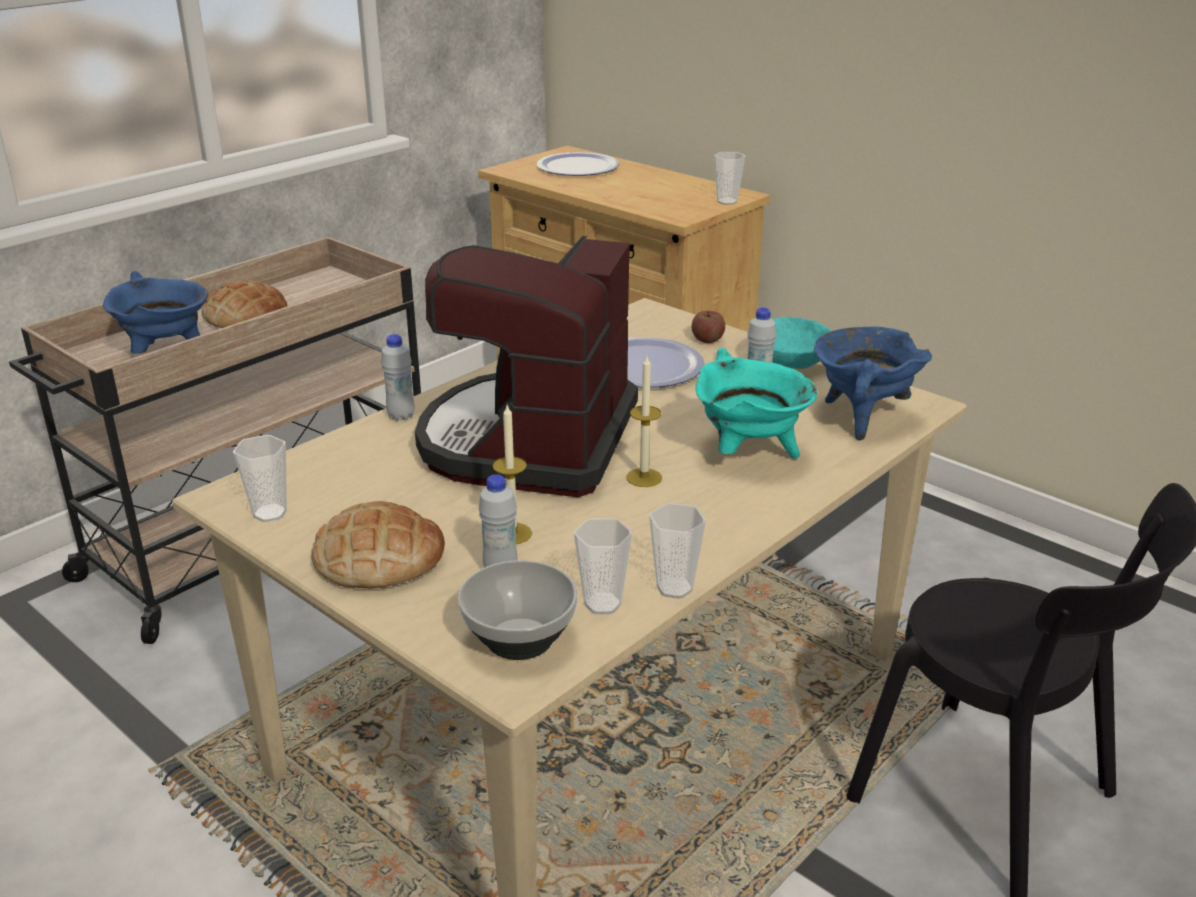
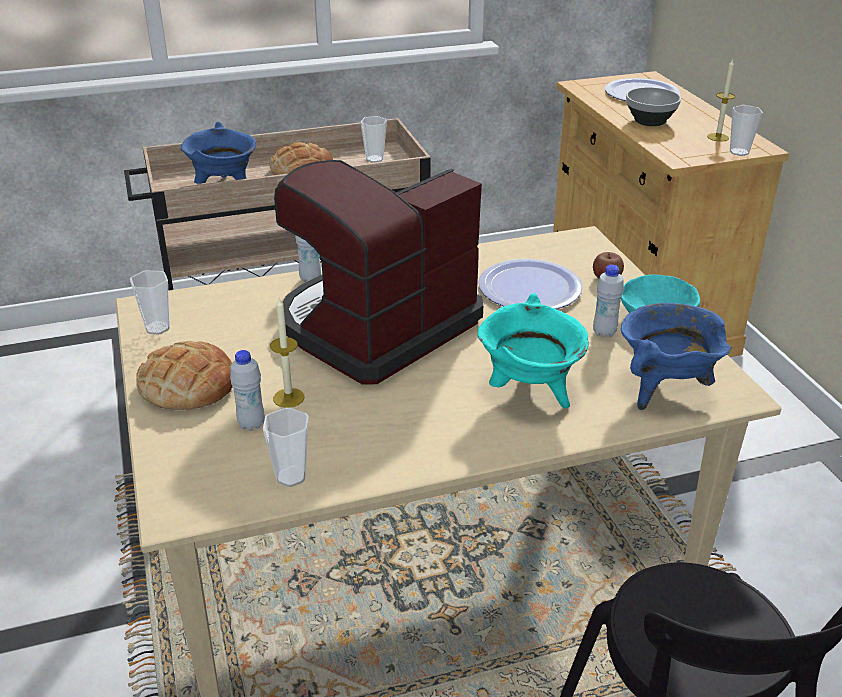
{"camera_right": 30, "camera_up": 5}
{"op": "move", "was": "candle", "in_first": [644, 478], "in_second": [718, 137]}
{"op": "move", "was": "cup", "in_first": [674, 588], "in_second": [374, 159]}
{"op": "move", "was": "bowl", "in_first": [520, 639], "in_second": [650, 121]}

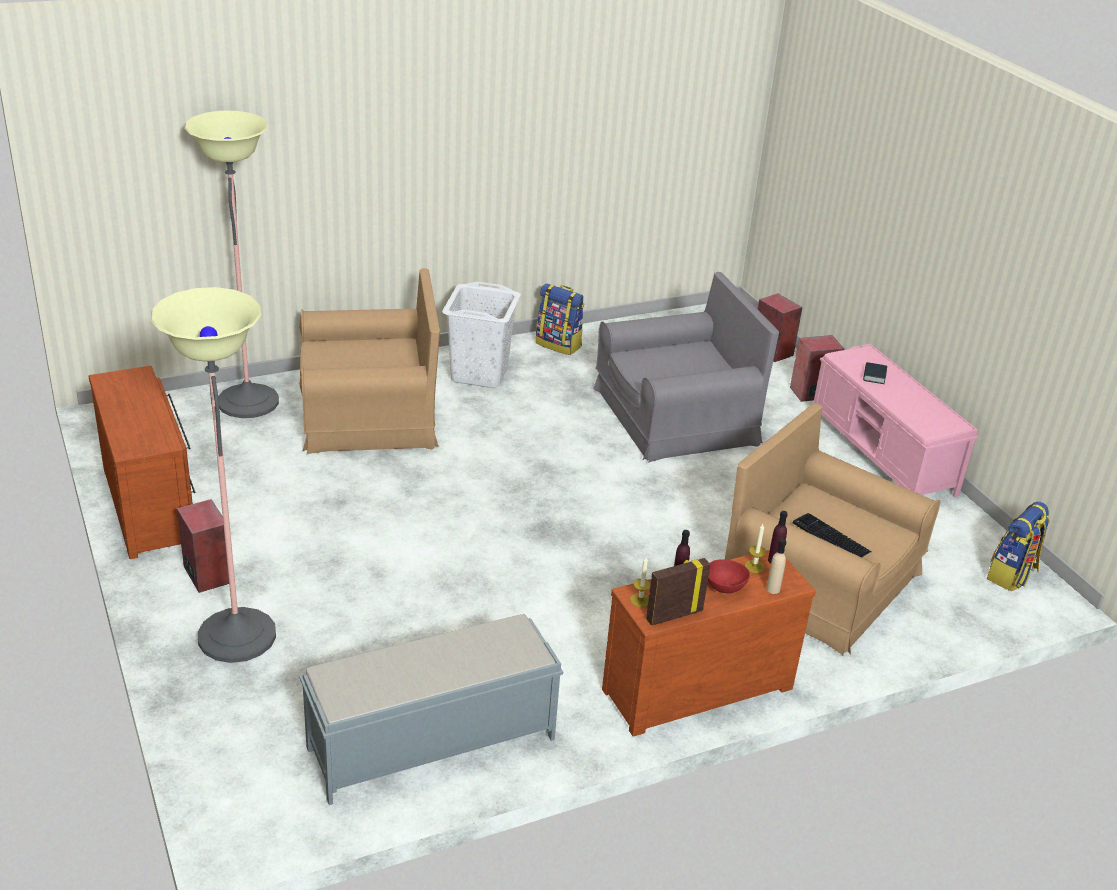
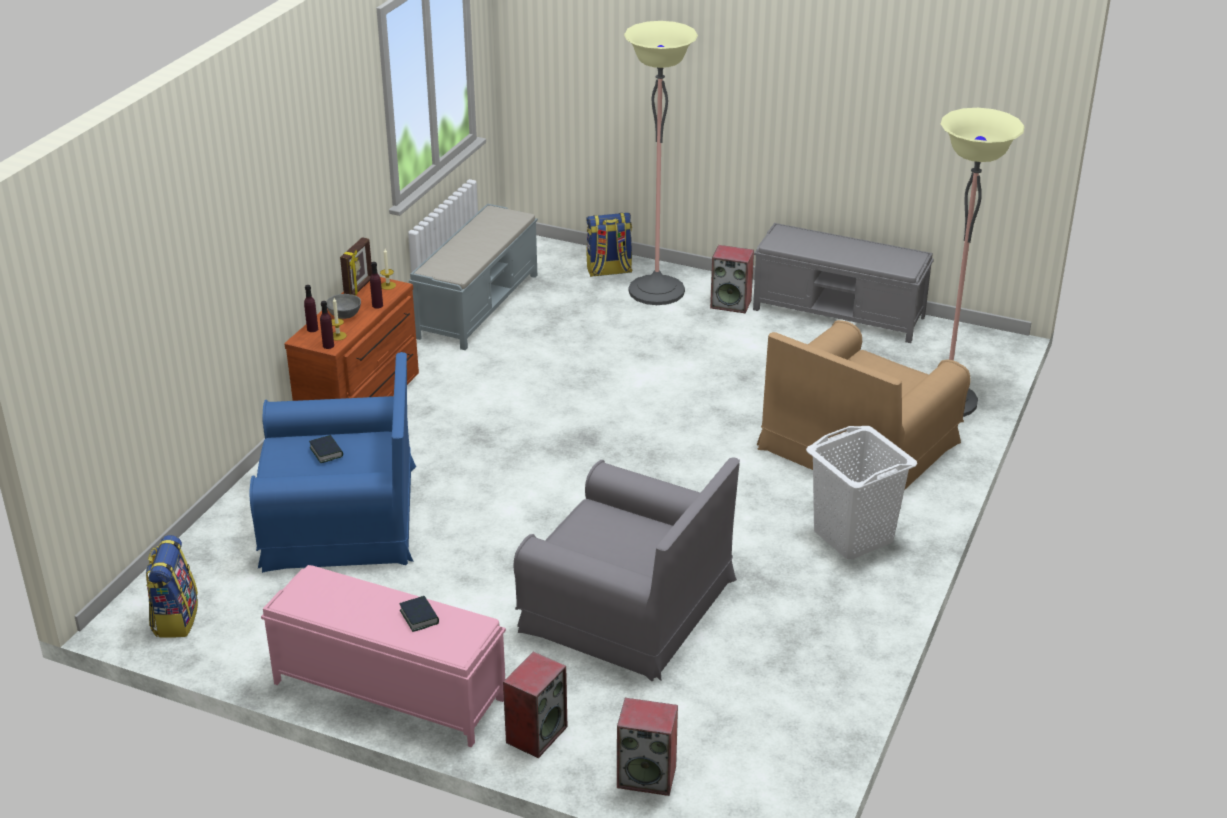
{"camera_right": 140, "camera_up": 0}
{"op": "rotate", "was": "grey armchair", "in_first": [675, 416], "in_second": [628, 605], "clockwise": -90}
{"op": "move", "was": "backpack", "in_first": [559, 344], "in_second": [609, 271]}
{"op": "replace", "was": "brown dresser", "now": "grey bench", "in_first": [151, 505], "in_second": [840, 313]}
{"op": "recolor", "was": "brown armchair", "now": "blue armchair", "in_first": [819, 581], "in_second": [340, 517]}
{"op": "replace", "was": "keyboard", "now": "book", "in_first": [831, 538], "in_second": [326, 452]}
{"op": "recolor", "was": "beige bottle", "now": "purple bottle", "in_first": [773, 589], "in_second": [312, 329]}
{"op": "recolor", "was": "red bowl", "now": "grey bowl", "in_first": [725, 588], "in_second": [344, 315]}

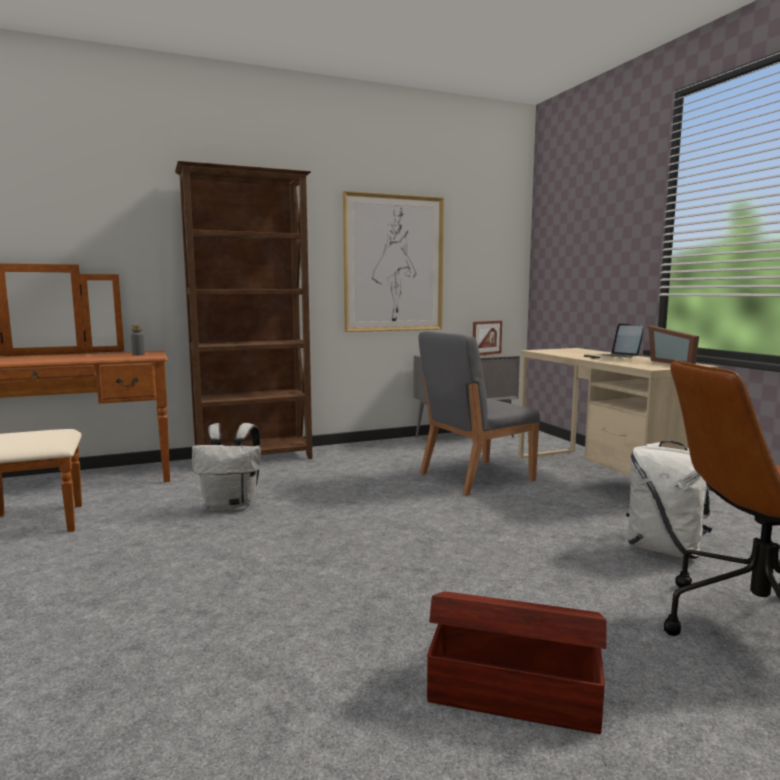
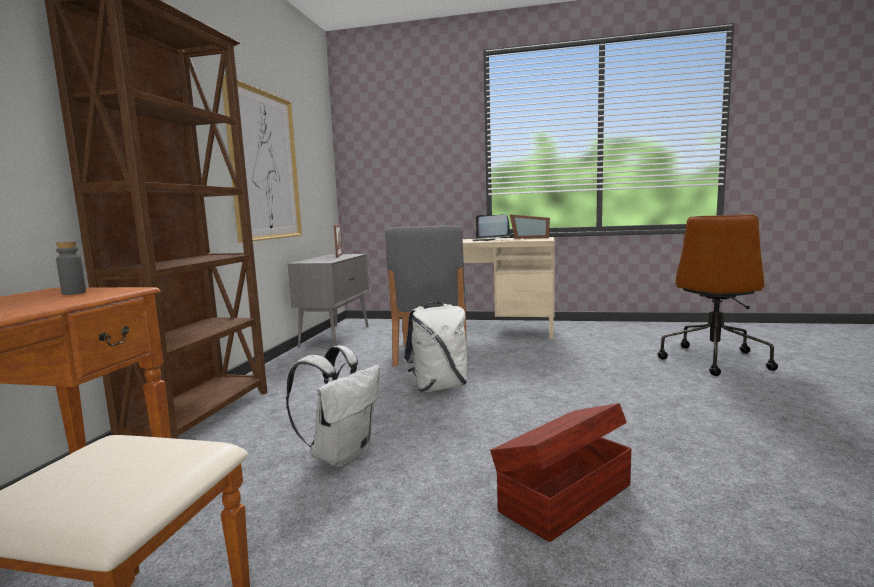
{"camera_right": -55, "camera_up": 0}
{"op": "move", "was": "white backpack", "in_first": [664, 549], "in_second": [438, 387]}
{"op": "move", "was": "brown storage box", "in_first": [512, 690], "in_second": [563, 497]}

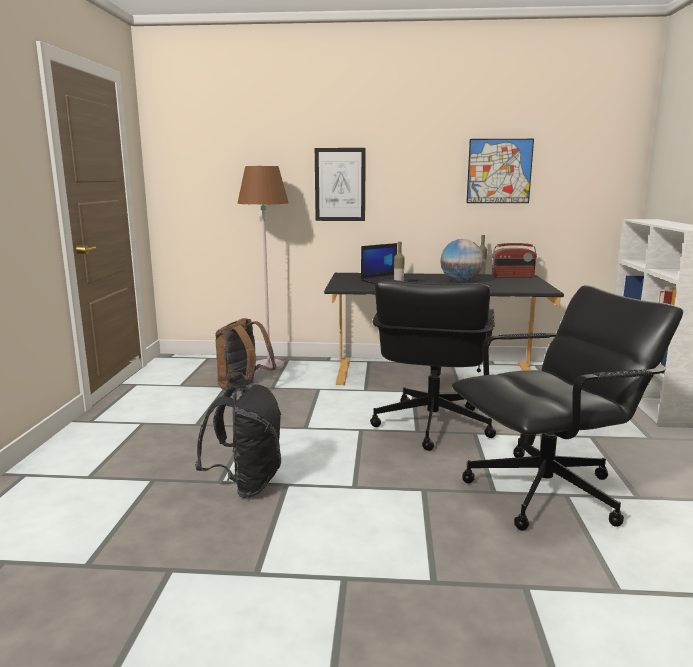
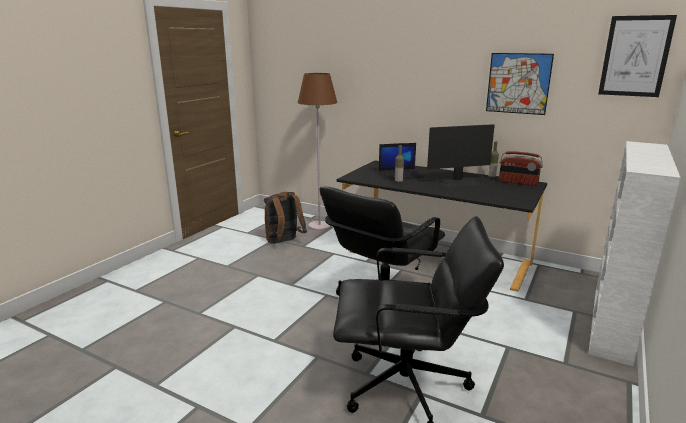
{"camera_right": 25, "camera_up": 5}
{"op": "move", "was": "picture", "in_first": [340, 184], "in_second": [635, 56]}
{"op": "replace", "was": "globe", "now": "monitor", "in_first": [460, 281], "in_second": [460, 182]}
{"op": "delete", "was": "black backpack", "in_first": [246, 484]}

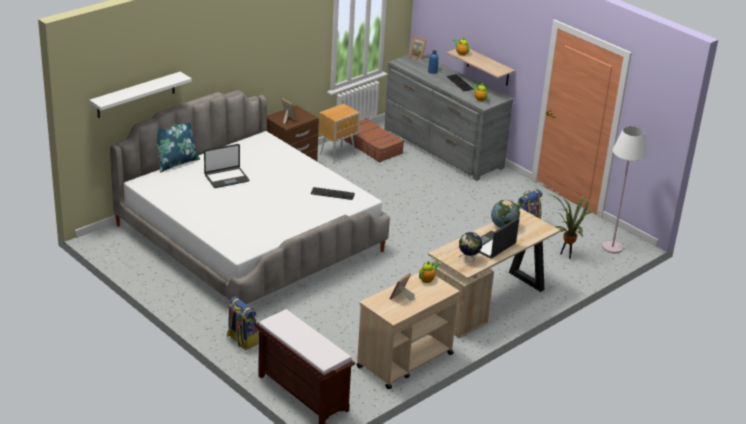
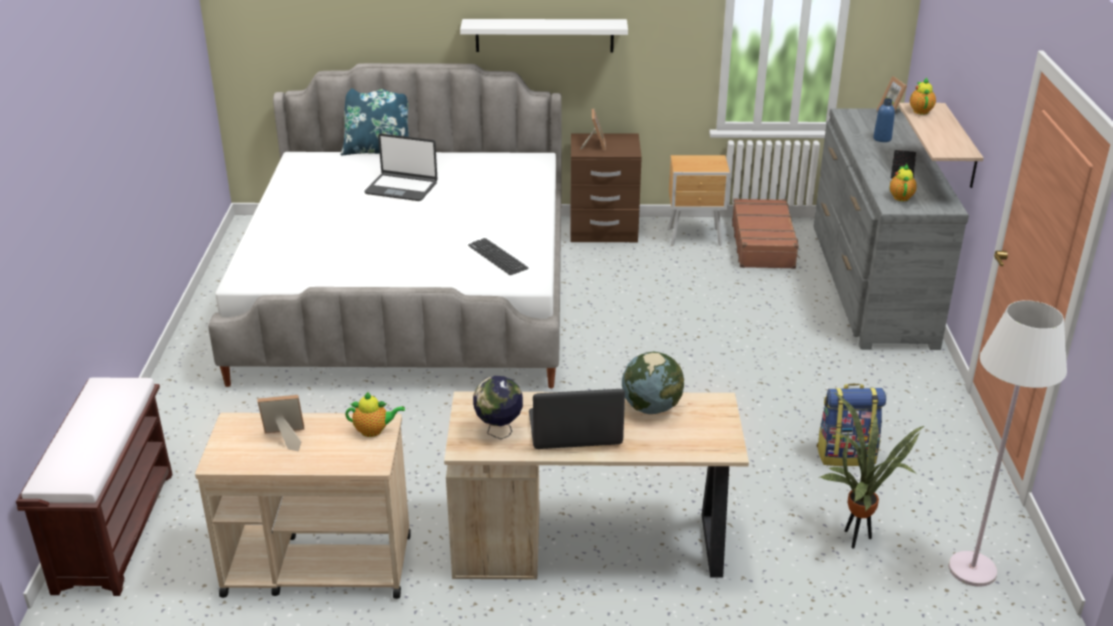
{"camera_right": 45, "camera_up": 0}
{"op": "move", "was": "white shelf", "in_first": [136, 95], "in_second": [544, 35]}
{"op": "delete", "was": "backpack", "in_first": [241, 340]}

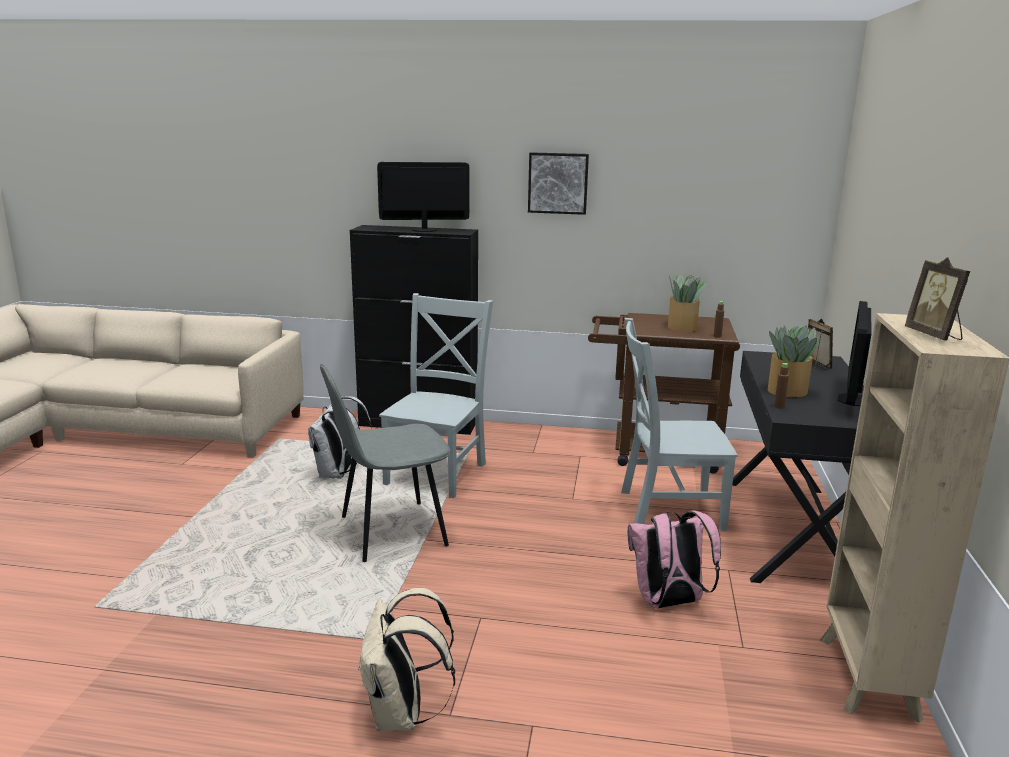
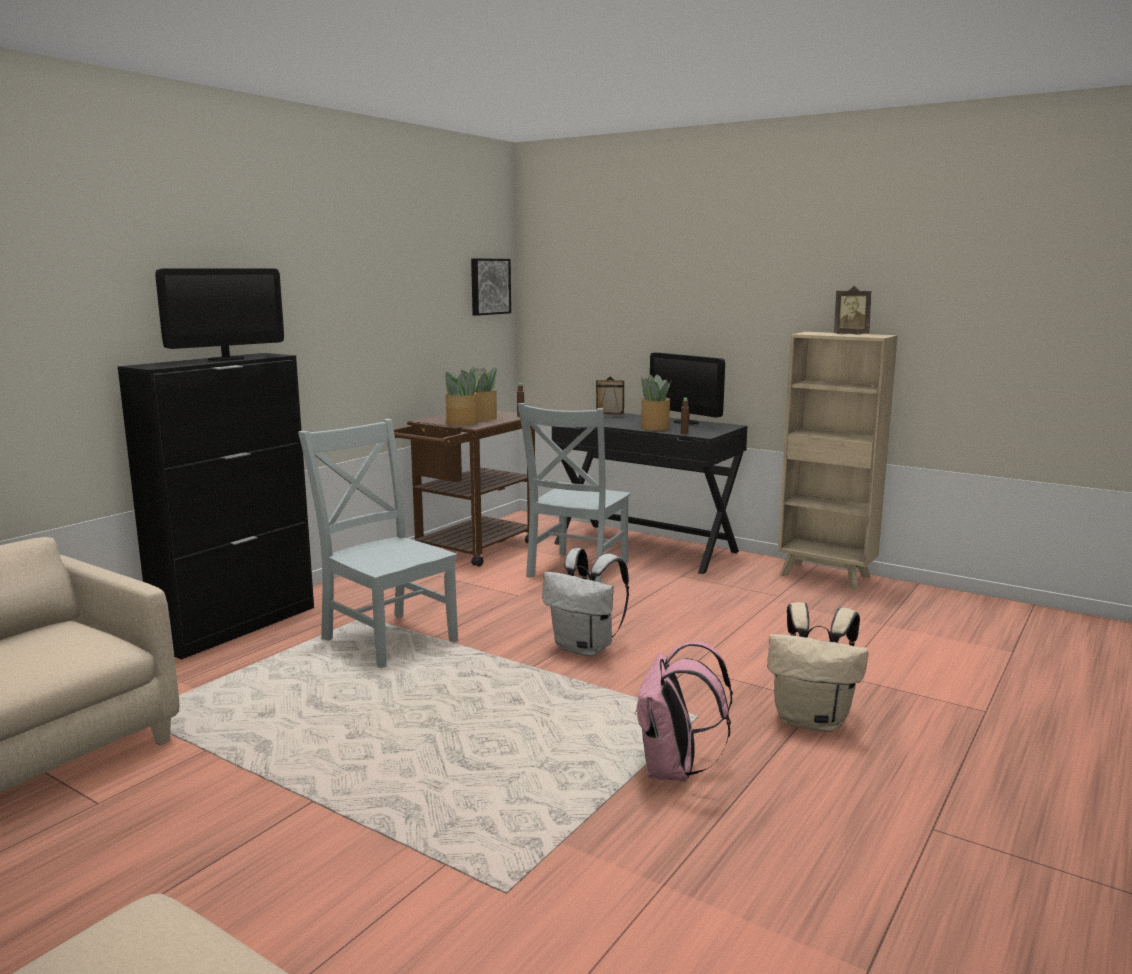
{"camera_right": -65, "camera_up": -5}
{"op": "move", "was": "picture", "in_first": [558, 183], "in_second": [489, 286]}
{"op": "rotate", "was": "monitor", "in_first": [424, 230], "in_second": [226, 358], "clockwise": -150}
{"op": "delete", "was": "grey chair", "in_first": [390, 532]}
{"op": "move", "was": "white backpack", "in_first": [337, 474], "in_second": [586, 648]}
{"op": "move", "was": "pink backpack", "in_first": [668, 603], "in_second": [674, 771]}
{"op": "insert", "now": "potted plant", "in_second": [463, 422]}

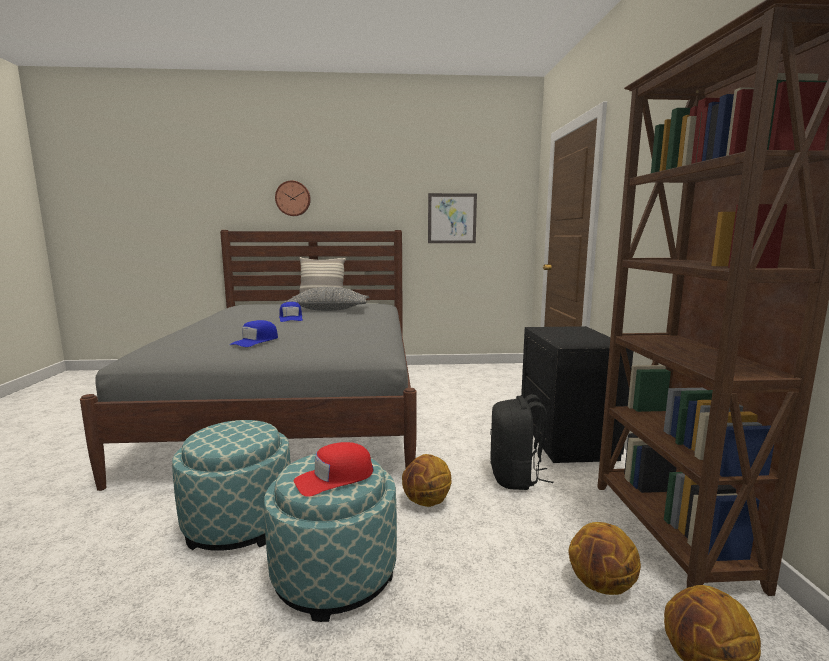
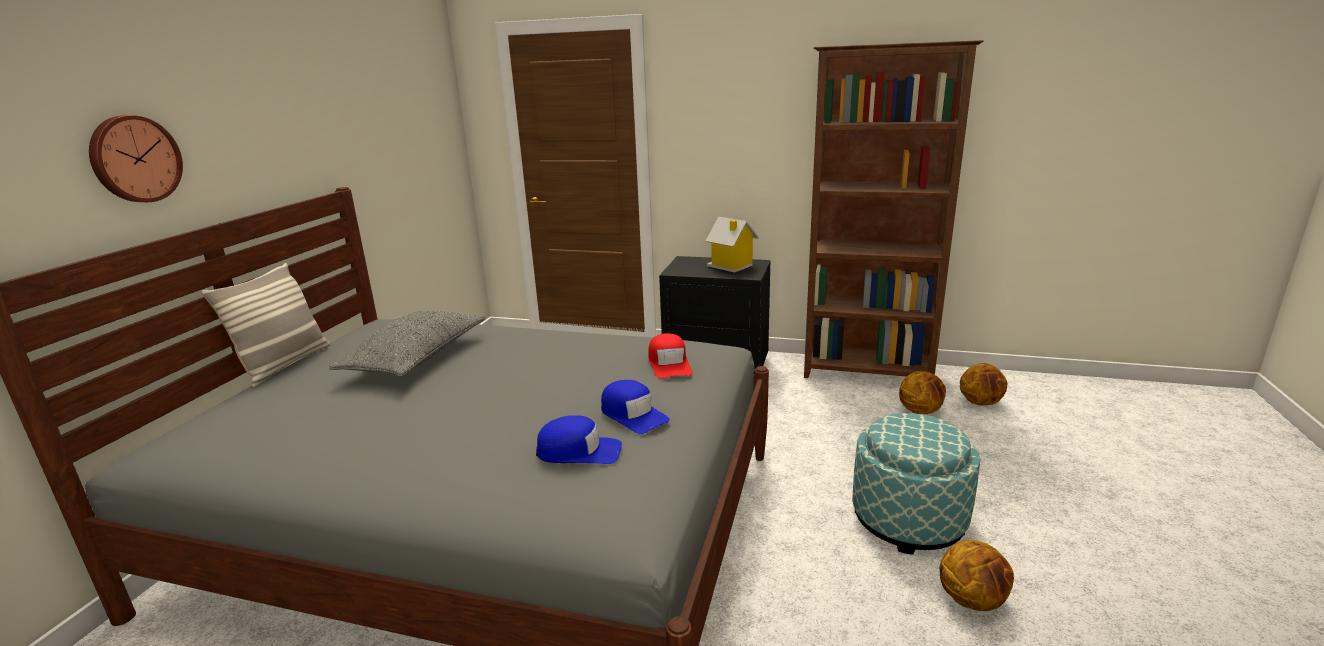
{"camera_right": -70, "camera_up": 10}
{"op": "delete", "was": "picture", "in_first": [452, 218]}
{"op": "move", "was": "blue cap", "in_first": [291, 318], "in_second": [579, 451]}
{"op": "delete", "was": "black backpack", "in_first": [515, 477]}
{"op": "delete", "was": "ottoman", "in_first": [239, 522]}
{"op": "move", "was": "red cap", "in_first": [334, 478], "in_second": [669, 364]}
{"op": "move", "was": "basketball", "in_first": [426, 502], "in_second": [973, 600]}
{"op": "insert", "now": "toy house", "in_second": [731, 266]}

